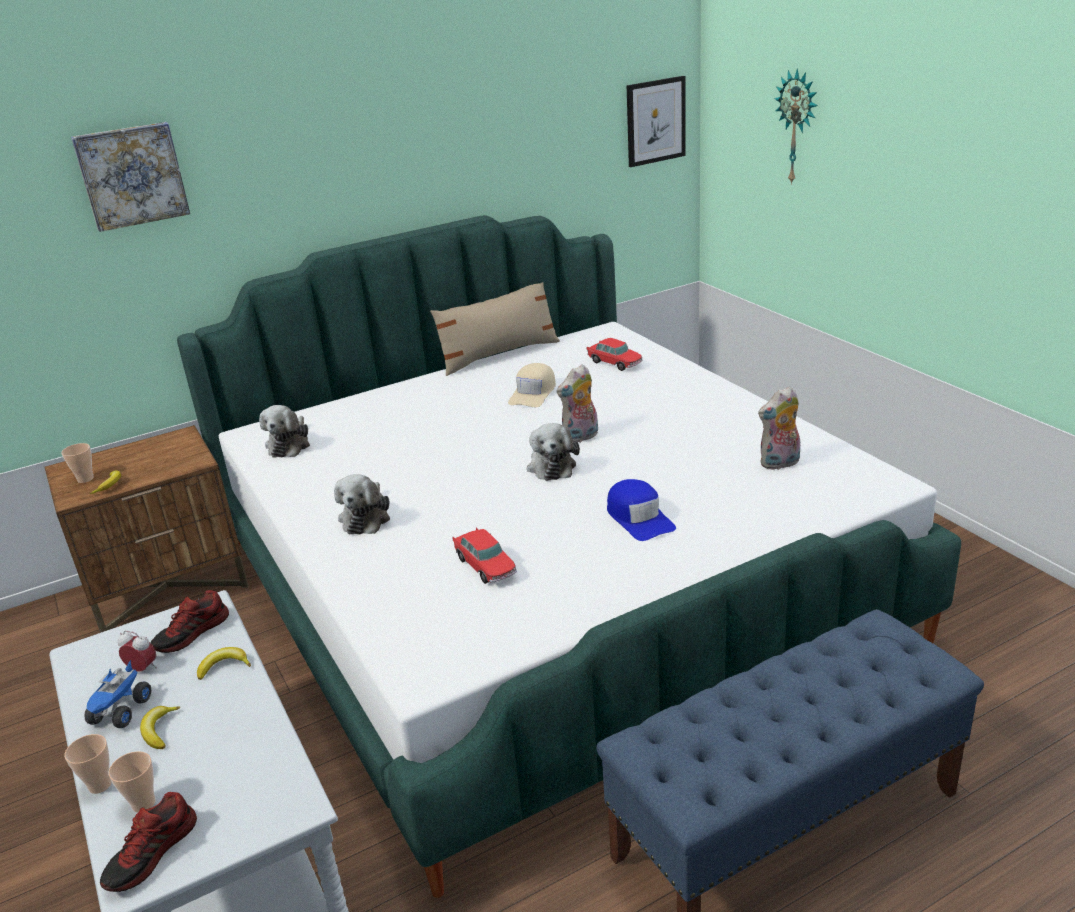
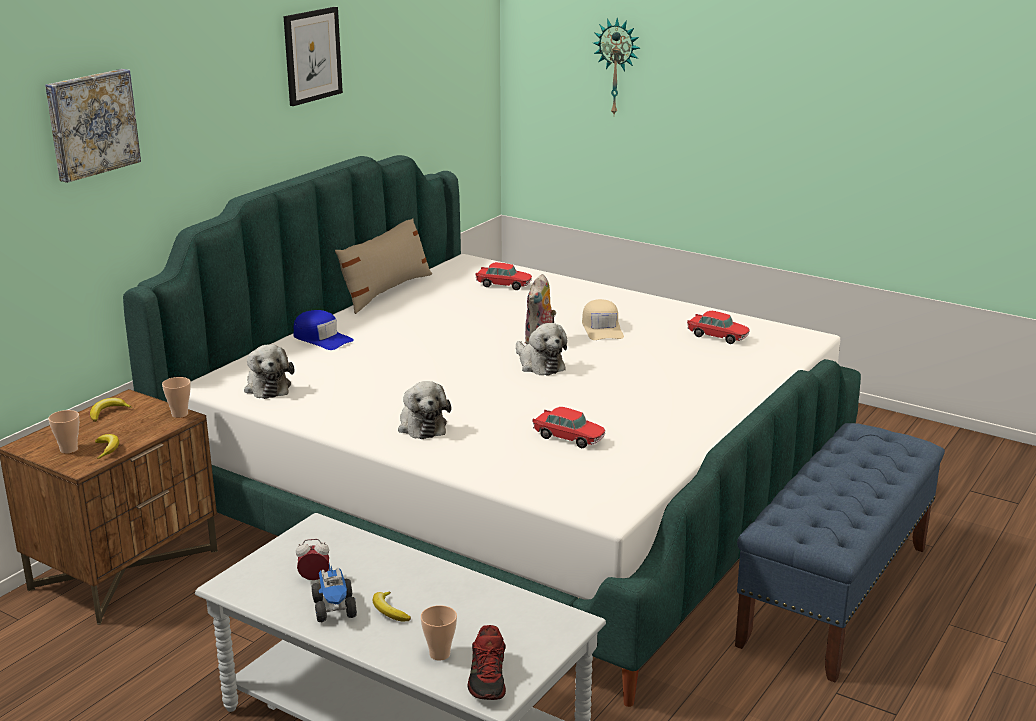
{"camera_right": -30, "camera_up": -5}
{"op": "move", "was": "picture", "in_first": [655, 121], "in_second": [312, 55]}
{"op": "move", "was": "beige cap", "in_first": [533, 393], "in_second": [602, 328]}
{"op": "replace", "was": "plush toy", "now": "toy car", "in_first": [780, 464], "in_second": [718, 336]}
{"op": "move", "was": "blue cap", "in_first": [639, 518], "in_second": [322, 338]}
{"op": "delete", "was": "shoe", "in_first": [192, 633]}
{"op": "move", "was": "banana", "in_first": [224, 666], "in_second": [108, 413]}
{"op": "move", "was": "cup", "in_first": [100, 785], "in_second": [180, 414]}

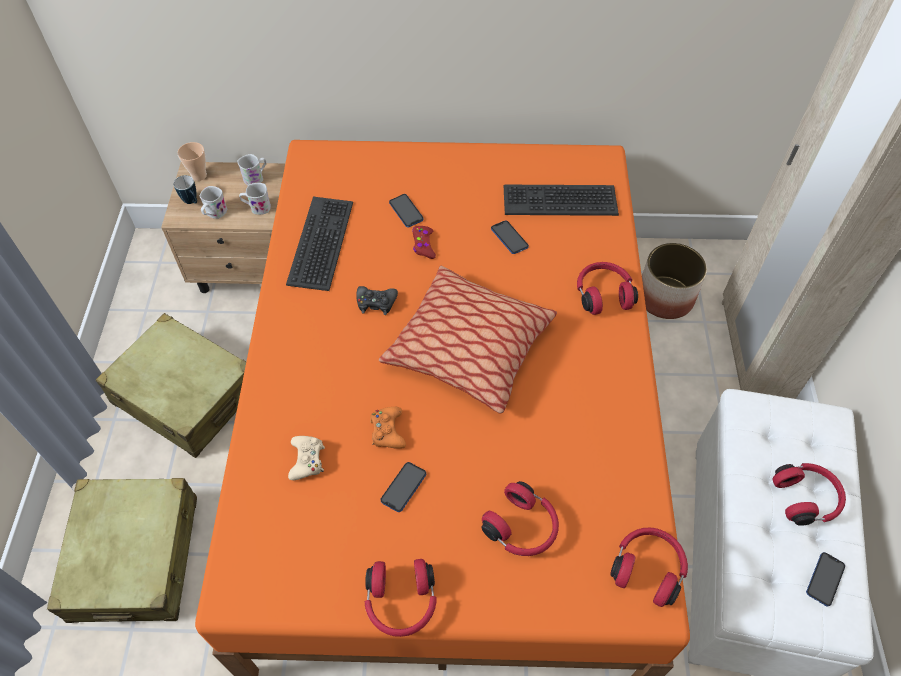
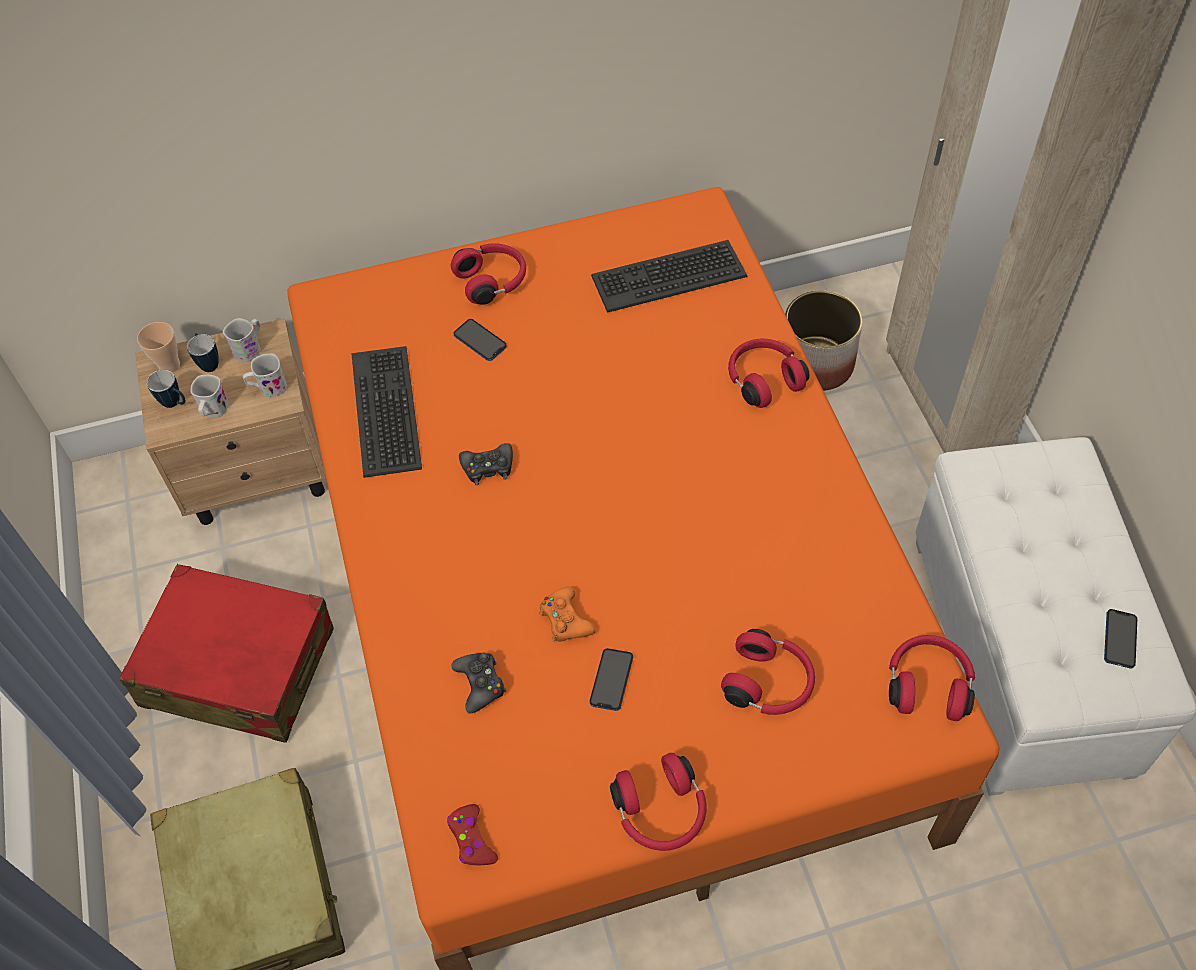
{"camera_right": -15, "camera_up": 0}
{"op": "delete", "was": "phone", "in_first": [509, 238]}
{"op": "move", "was": "red game controller", "in_first": [423, 245], "in_second": [472, 840]}
{"op": "delete", "was": "pillow", "in_first": [468, 348]}
{"op": "recolor", "was": "beige suitcase", "now": "red suitcase", "in_first": [185, 396], "in_second": [238, 667]}
{"op": "recolor", "was": "beige game controller", "now": "black game controller", "in_first": [307, 460], "in_second": [480, 684]}
{"op": "move", "was": "red headphones", "in_first": [806, 498], "in_second": [492, 281]}
{"op": "insert", "now": "mug", "in_second": [208, 363]}

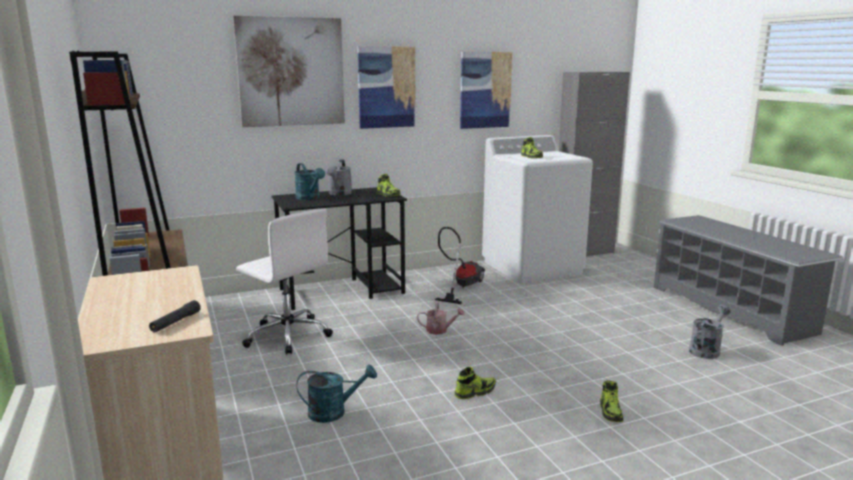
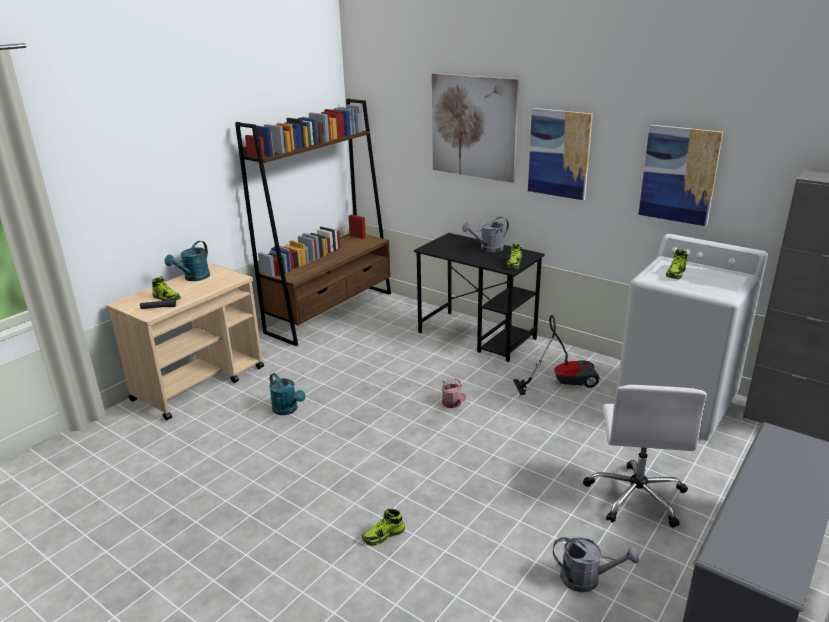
{"camera_right": 60, "camera_up": 10}
{"op": "move", "was": "turquoise watering can", "in_first": [310, 198], "in_second": [194, 278]}
{"op": "move", "was": "white office chair", "in_first": [287, 335], "in_second": [636, 496]}
{"op": "move", "was": "shoe", "in_first": [475, 392], "in_second": [166, 298]}

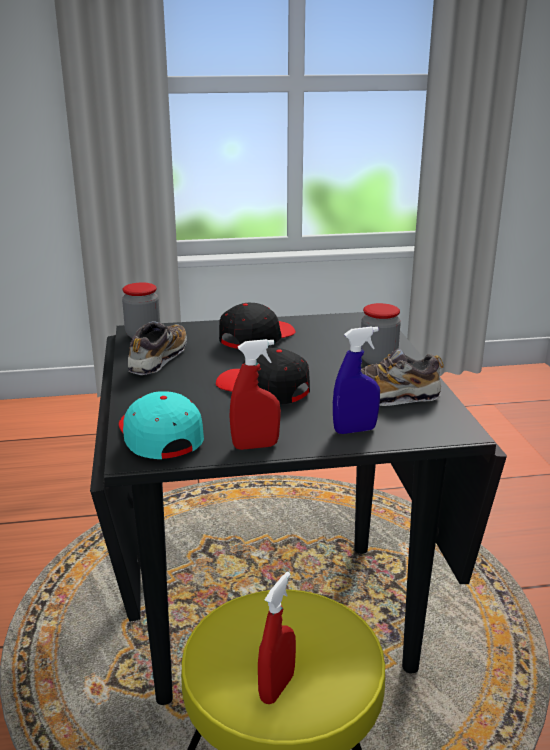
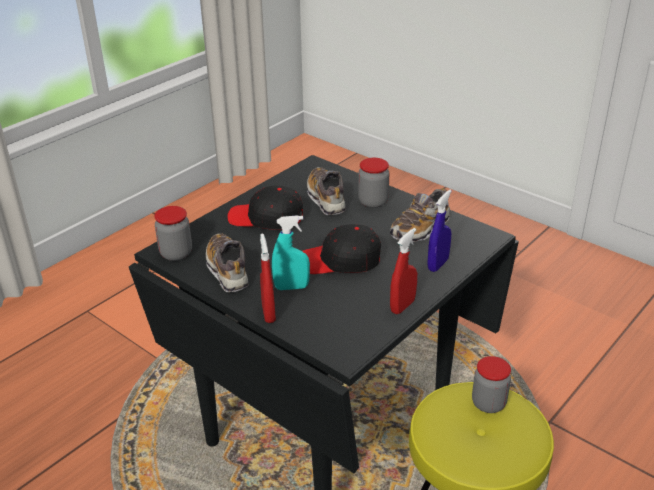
{"camera_right": -40, "camera_up": 10}
{"op": "rotate", "was": "black cap", "in_first": [256, 338], "in_second": [266, 218], "clockwise": -75}
{"op": "delete", "was": "turquoise cap", "in_first": [158, 436]}
{"op": "move", "was": "red spray bottle", "in_first": [277, 688], "in_second": [268, 313]}
{"op": "insert", "now": "shoe", "in_second": [326, 199]}
{"op": "insert", "now": "turquoise spray bottle", "in_second": [291, 287]}
{"op": "insert", "now": "jar", "in_second": [488, 403]}

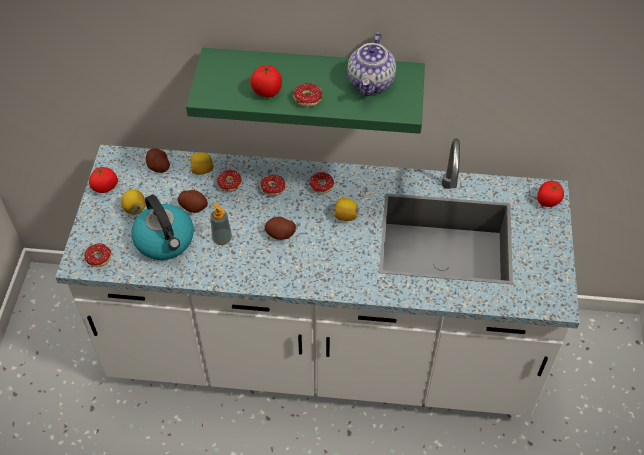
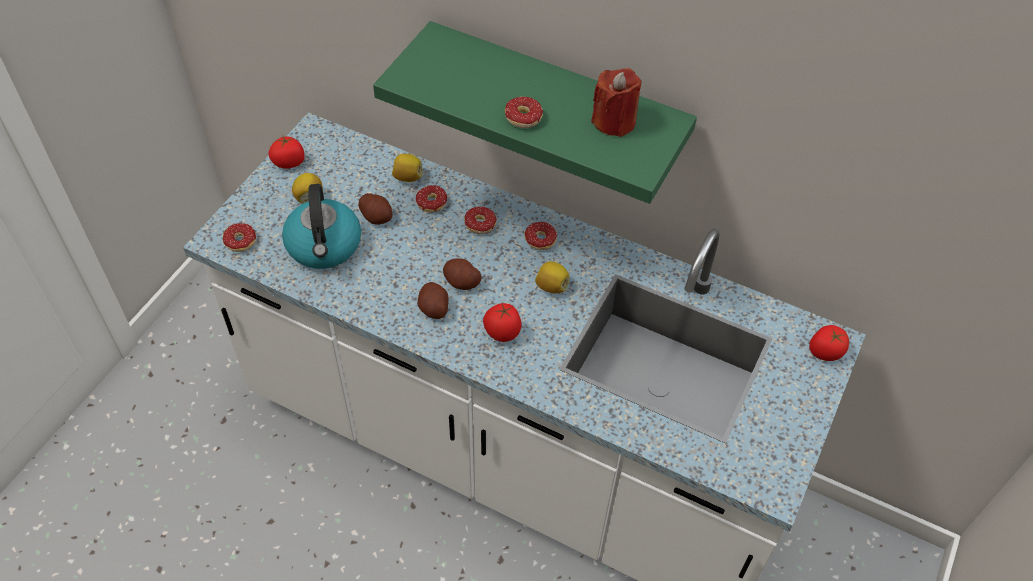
{"camera_right": 20, "camera_up": 0}
{"op": "replace", "was": "teapot", "now": "red candle", "in_first": [371, 83], "in_second": [614, 121]}
{"op": "move", "was": "tomato", "in_first": [266, 92], "in_second": [502, 333]}
{"op": "move", "was": "potato", "in_first": [158, 167], "in_second": [434, 308]}
{"op": "delete", "was": "soap dispenser", "in_first": [222, 238]}

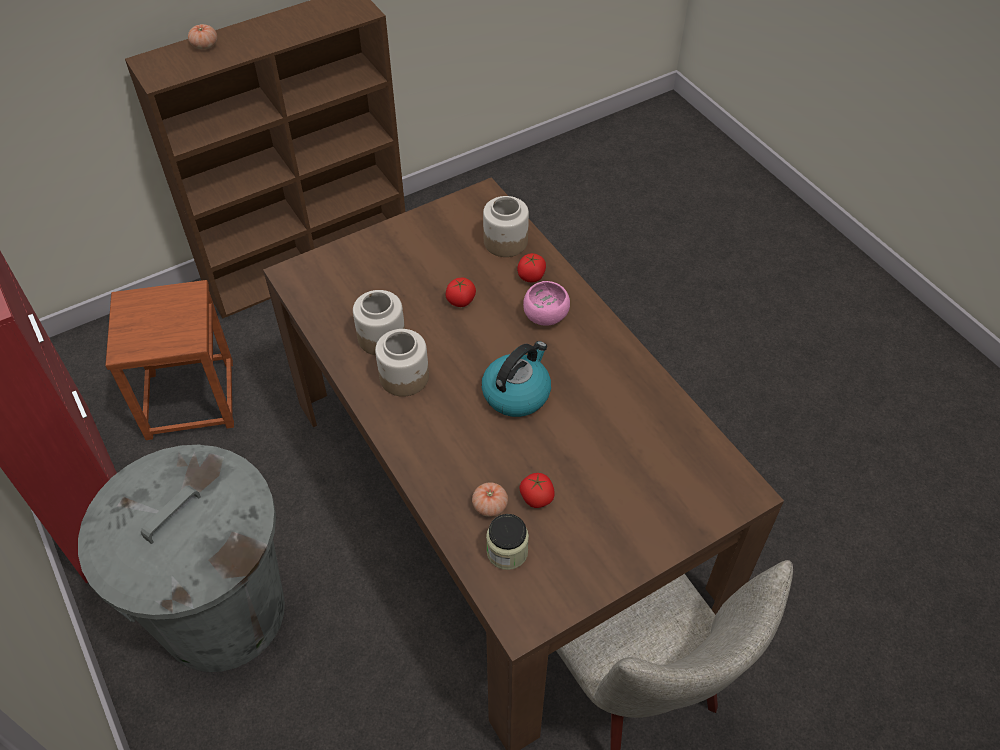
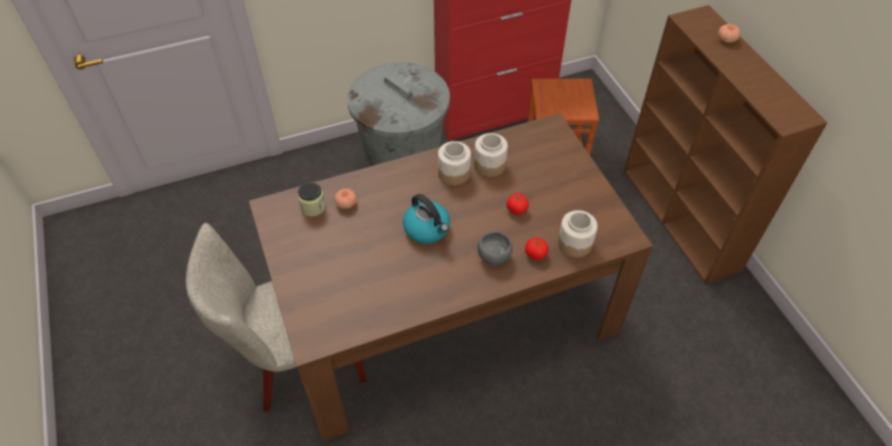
{"camera_right": 100, "camera_up": 0}
{"op": "recolor", "was": "pink bowl", "now": "grey bowl", "in_first": [547, 316], "in_second": [494, 257]}
{"op": "delete", "was": "tomato", "in_first": [536, 498]}

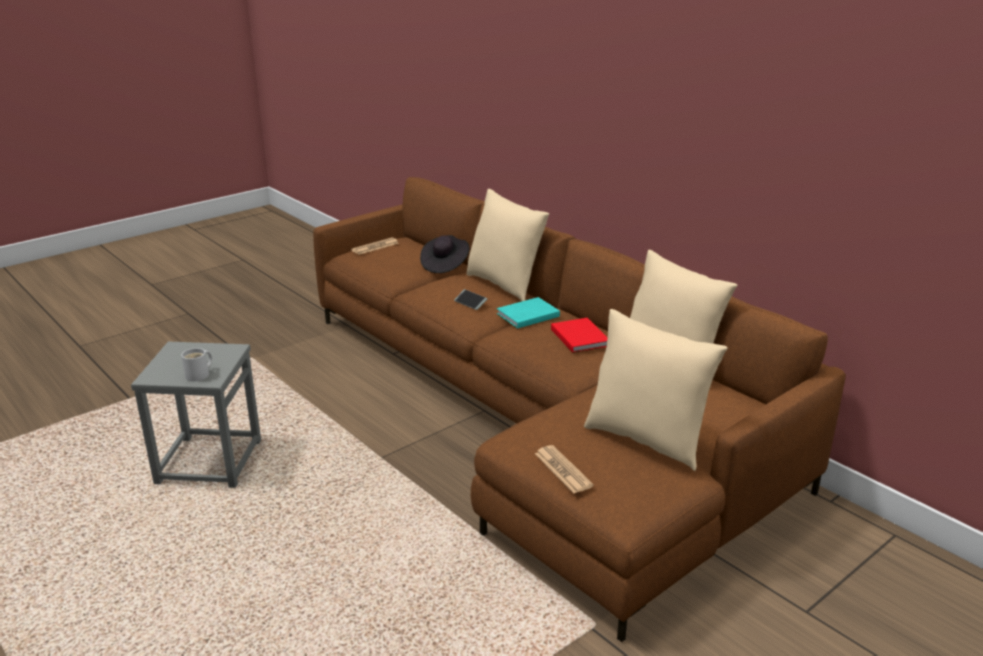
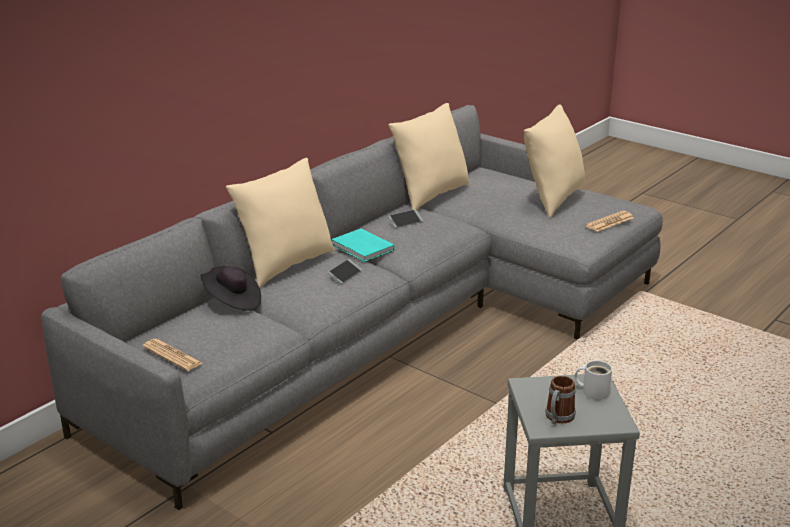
{"camera_right": -100, "camera_up": 0}
{"op": "recolor", "was": "brown sofa", "now": "grey sofa", "in_first": [537, 416], "in_second": [391, 328]}
{"op": "replace", "was": "red book", "now": "phone", "in_first": [580, 337], "in_second": [405, 222]}
{"op": "insert", "now": "mug", "in_second": [557, 418]}

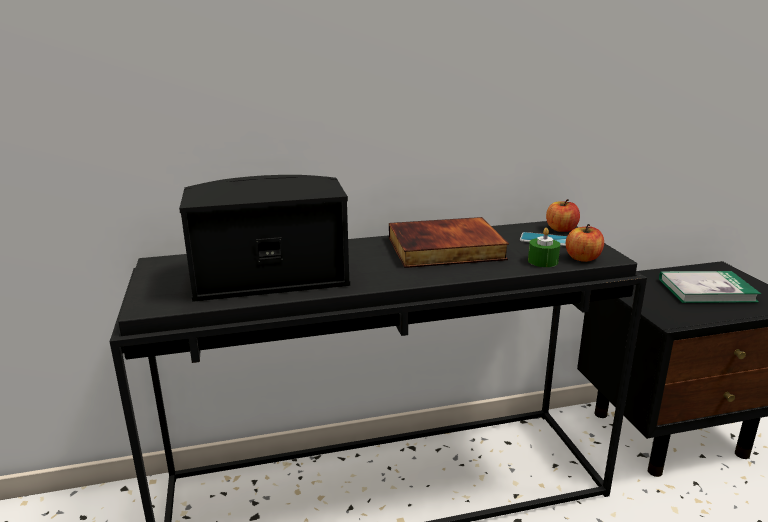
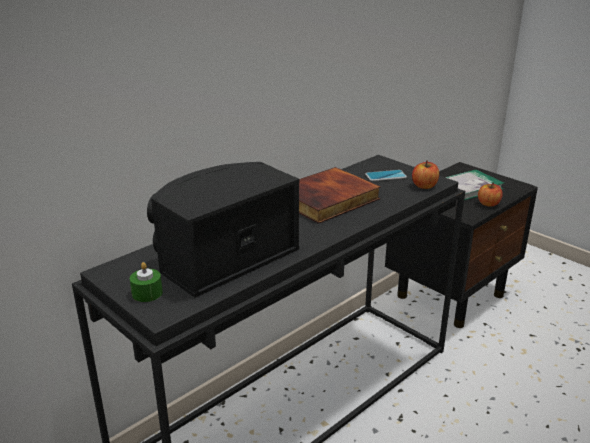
{"camera_right": -30, "camera_up": 5}
{"op": "move", "was": "apple", "in_first": [561, 229], "in_second": [488, 204]}
{"op": "move", "was": "green candle", "in_first": [543, 261], "in_second": [147, 293]}

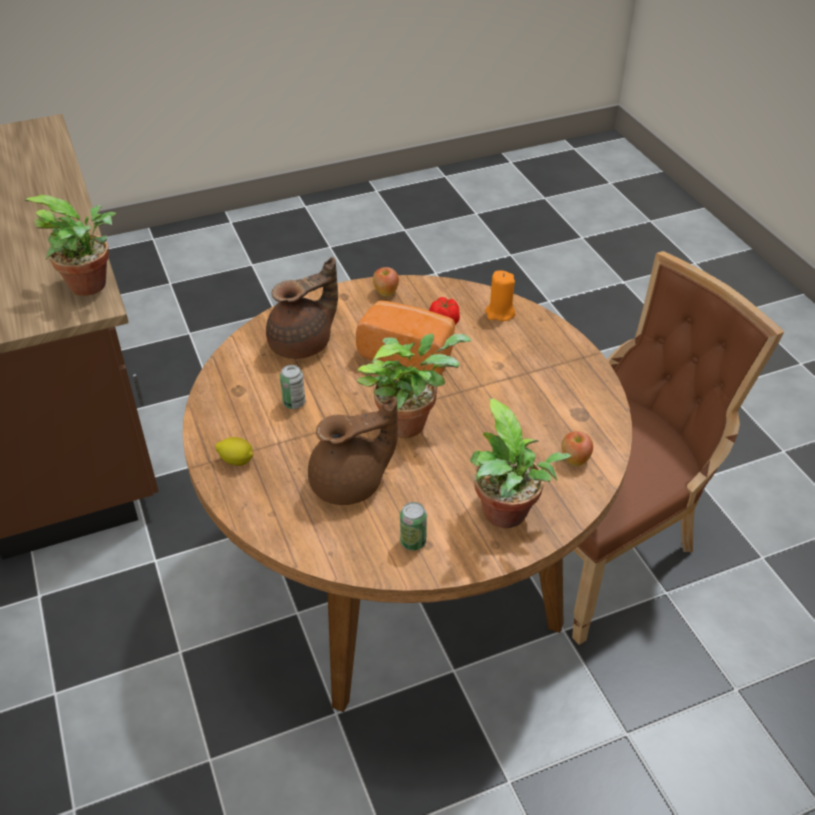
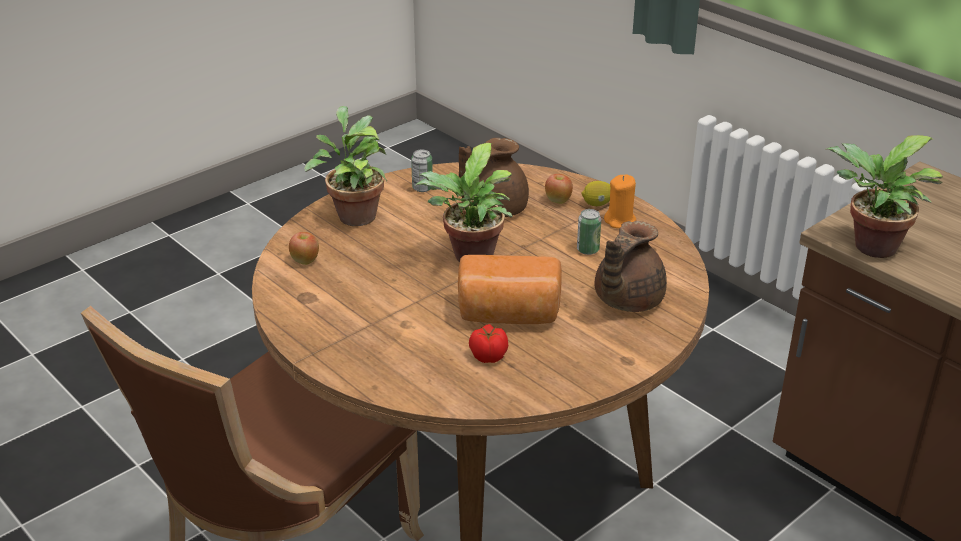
{"camera_right": 160, "camera_up": -10}
{"op": "move", "was": "apple", "in_first": [385, 292], "in_second": [558, 200]}
{"op": "move", "was": "orange candle", "in_first": [500, 313], "in_second": [620, 221]}

